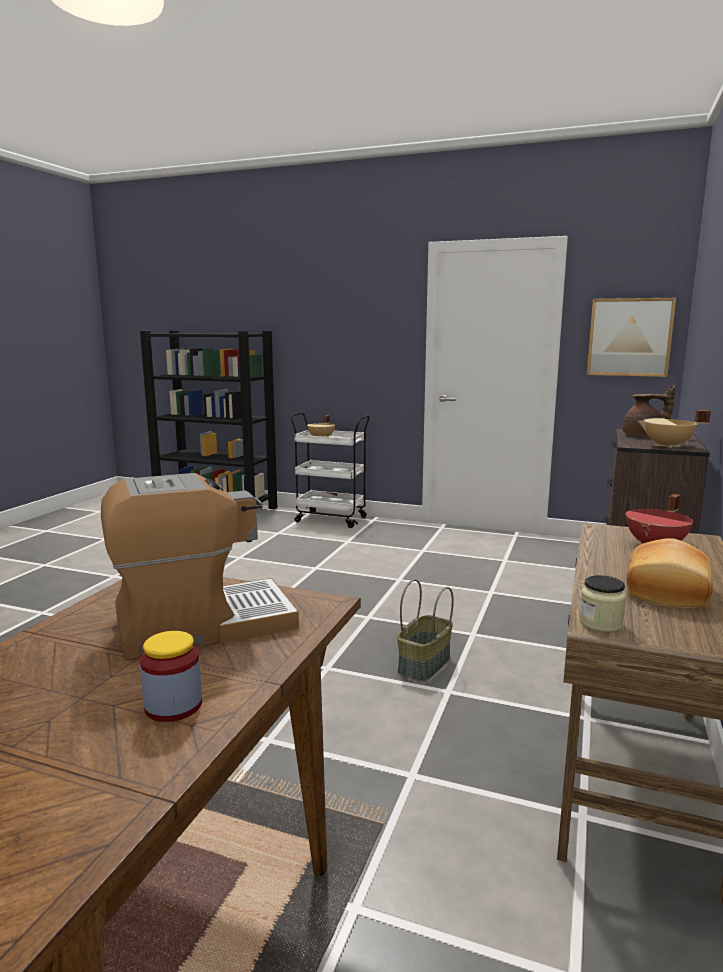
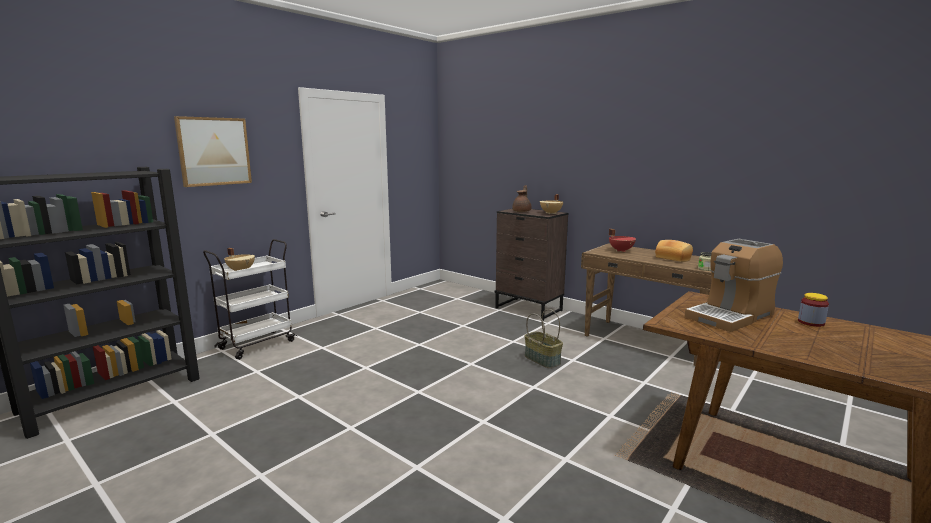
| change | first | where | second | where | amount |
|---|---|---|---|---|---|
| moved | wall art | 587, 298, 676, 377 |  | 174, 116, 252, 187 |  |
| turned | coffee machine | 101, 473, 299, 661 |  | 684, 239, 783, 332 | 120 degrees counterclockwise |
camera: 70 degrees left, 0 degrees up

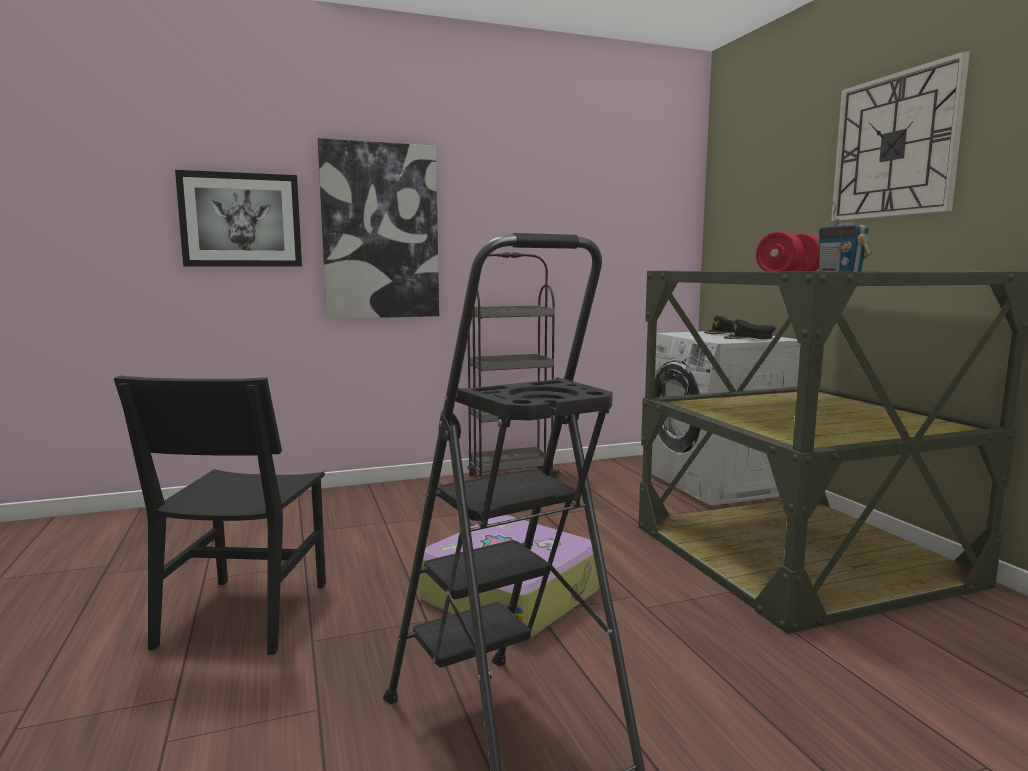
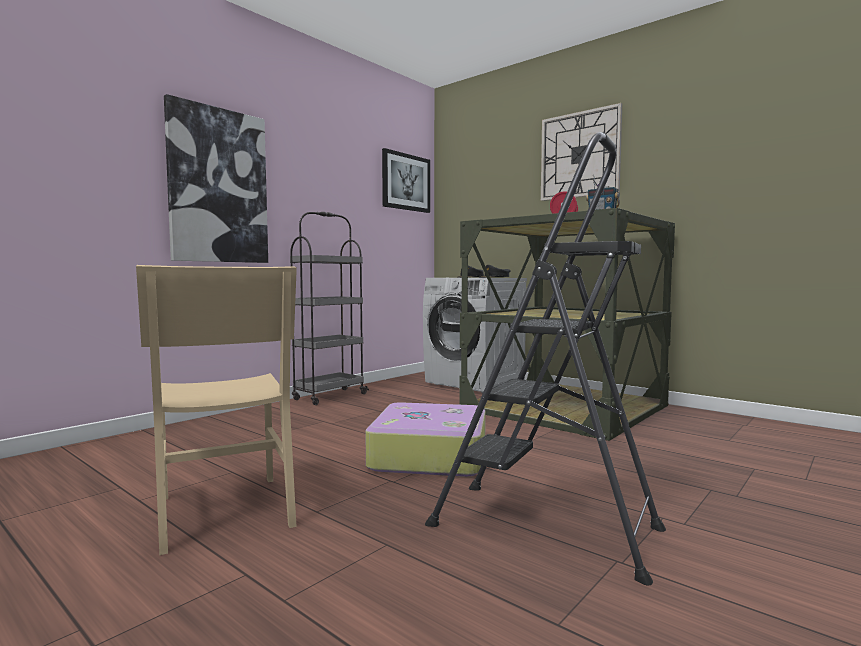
| change | first | where | second | where | amount |
|---|---|---|---|---|---|
| recoloured | blackish plain chair | 114, 376, 326, 655 | beige-coloured plain chair | 136, 265, 297, 555 |  |
| moved | wall art | 175, 170, 302, 267 |  | 382, 148, 430, 213 |  |
camera: 30 degrees left, 5 degrees down

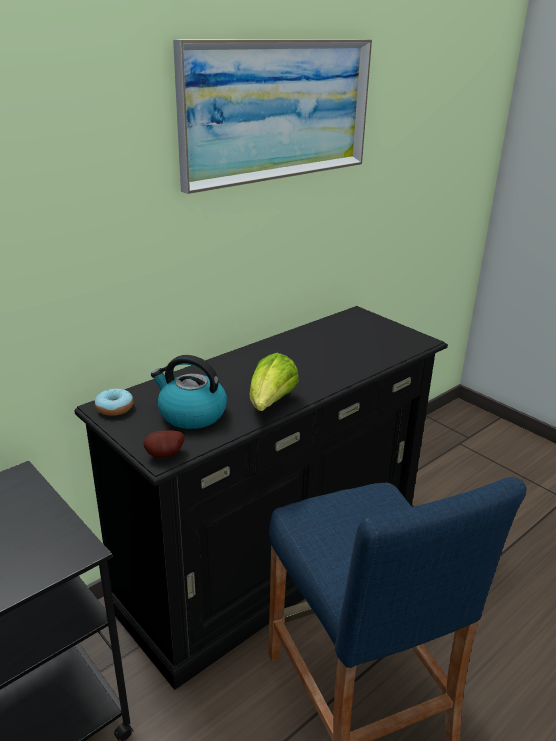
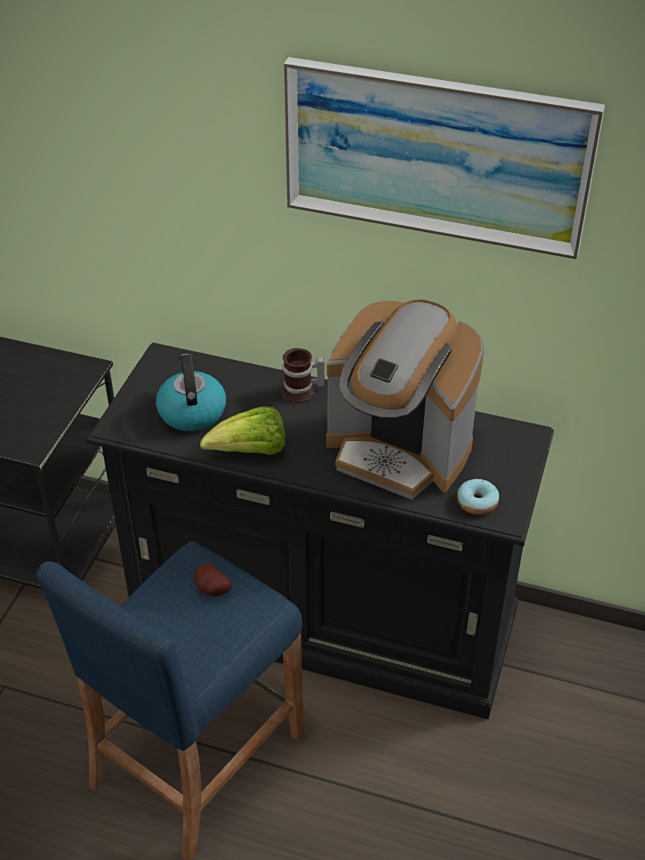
| change | first | where | second | where | amount |
|---|---|---|---|---|---|
| moved | whole potato | 143, 430, 184, 458 |  | 194, 564, 232, 596 |  |
| added |  |  | mug | 281, 348, 325, 403 |  |
| added |  |  | coffee machine | 326, 300, 484, 500 |  |
| moved | ring doughnut | 95, 388, 133, 416 |  | 457, 479, 499, 515 |  |
camera: 60 degrees right, 15 degrees up

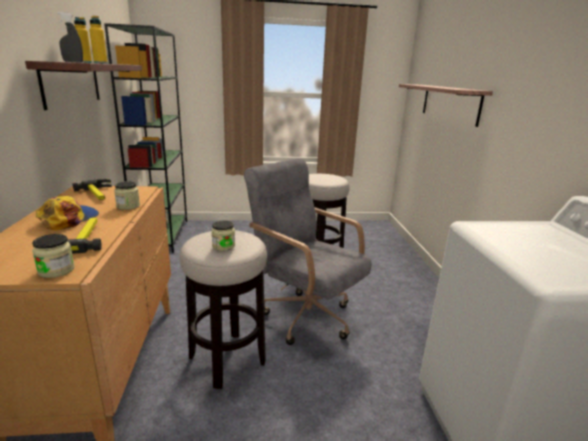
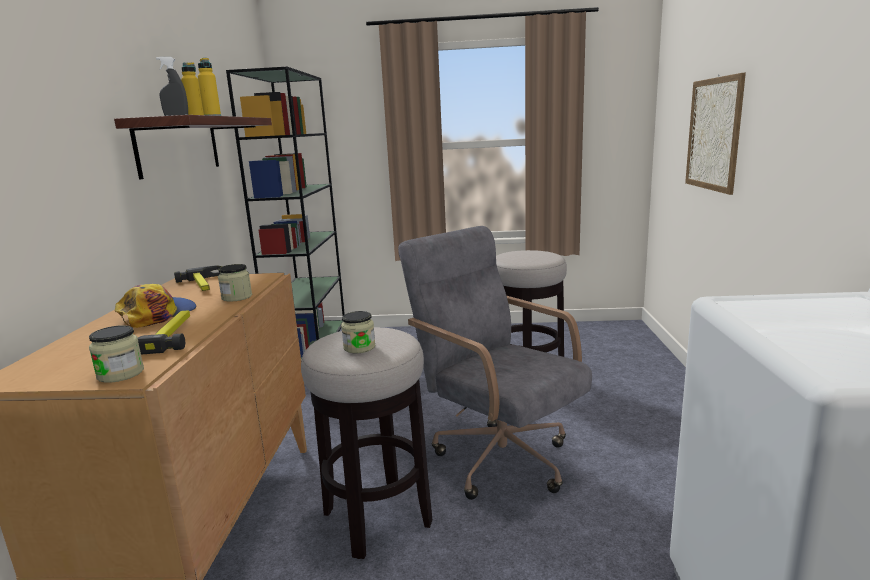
| change | first | where | second | where | amount |
|---|---|---|---|---|---|
| replaced | shelf | 399, 84, 493, 127 | wall art | 685, 73, 746, 195 |  |
camera: 10 degrees right, 5 degrees down

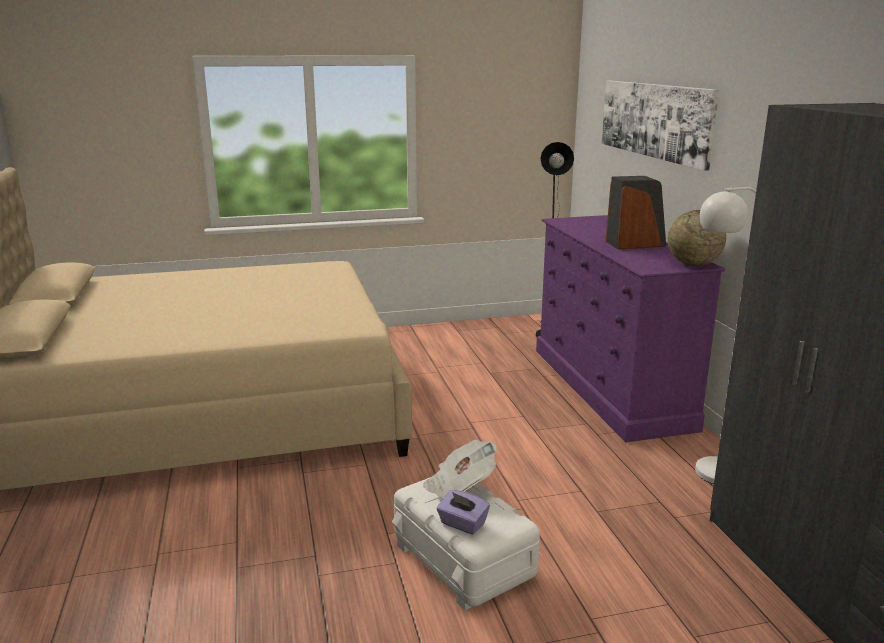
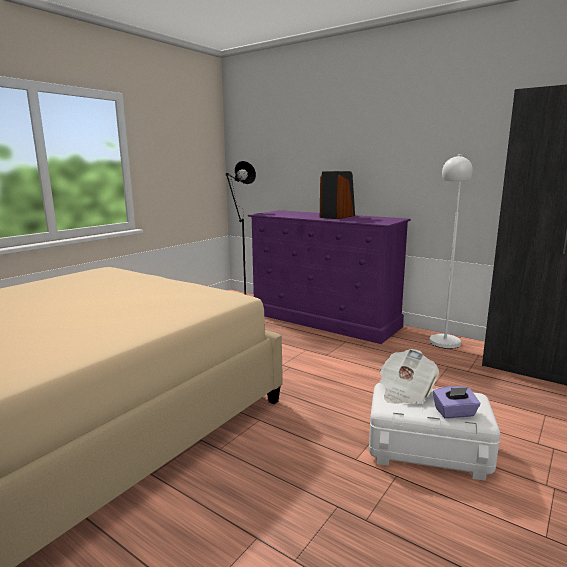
| change | first | where | second | where | amount |
|---|---|---|---|---|---|
| removed | wall art | 602, 80, 719, 171 |  |  |  |
| removed | desk globe | 668, 210, 726, 266 |  |  |  |
camera: 40 degrees left, 5 degrees down

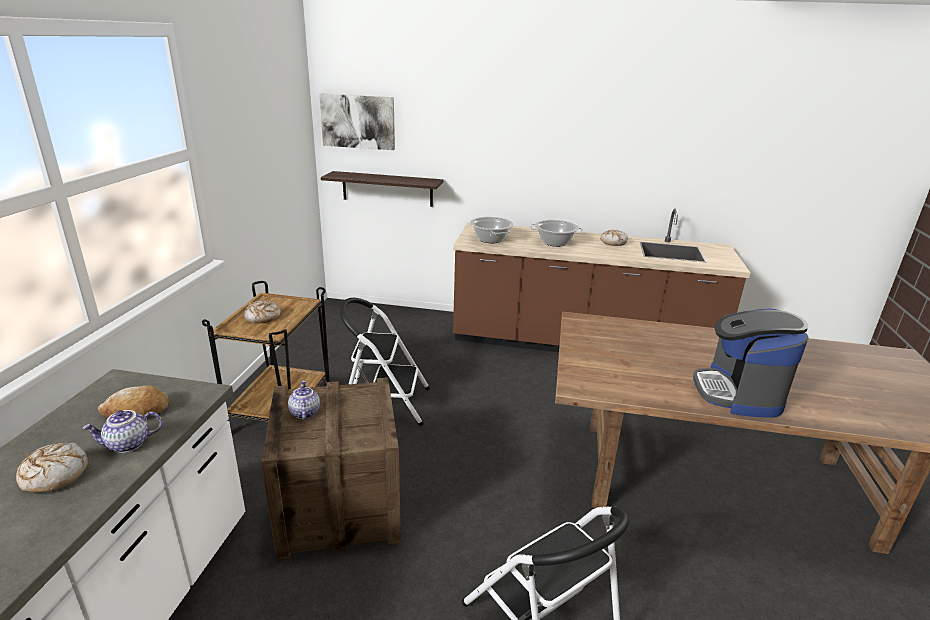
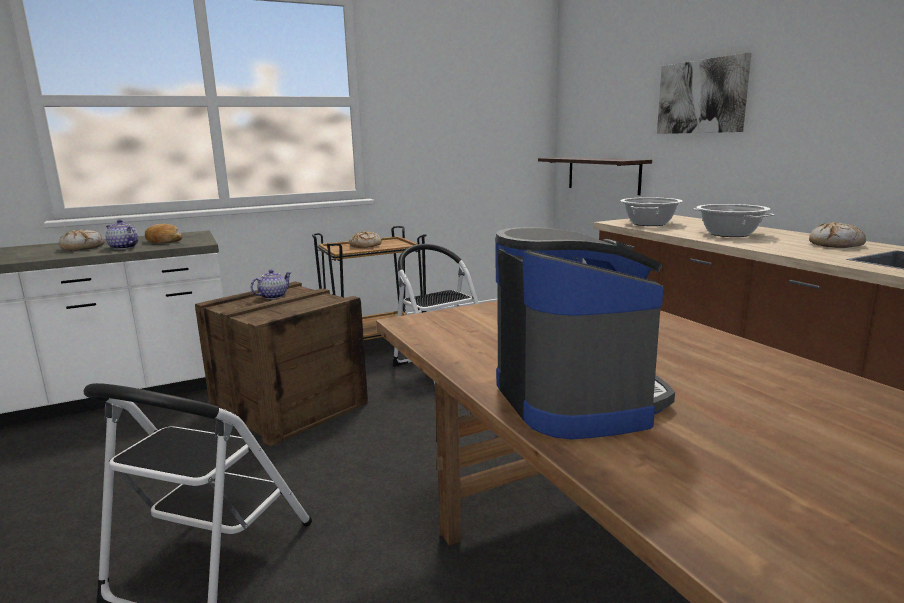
| change | first | where | second | where | amount |
|---|---|---|---|---|---|
| turned | coffee machine | 693, 309, 809, 418 |  | 495, 227, 675, 439 | 105 degrees clockwise |
| moved | wall art | 319, 93, 395, 150 |  | 657, 53, 751, 134 |  |
camera: 55 degrees right, 10 degrees down

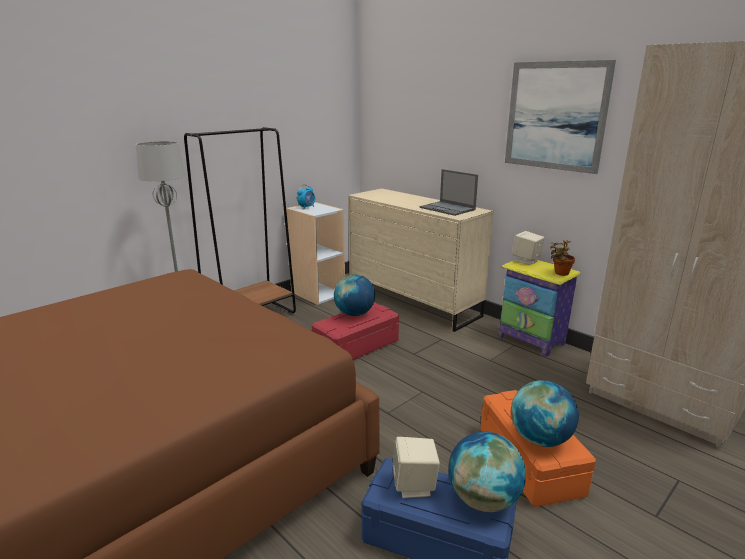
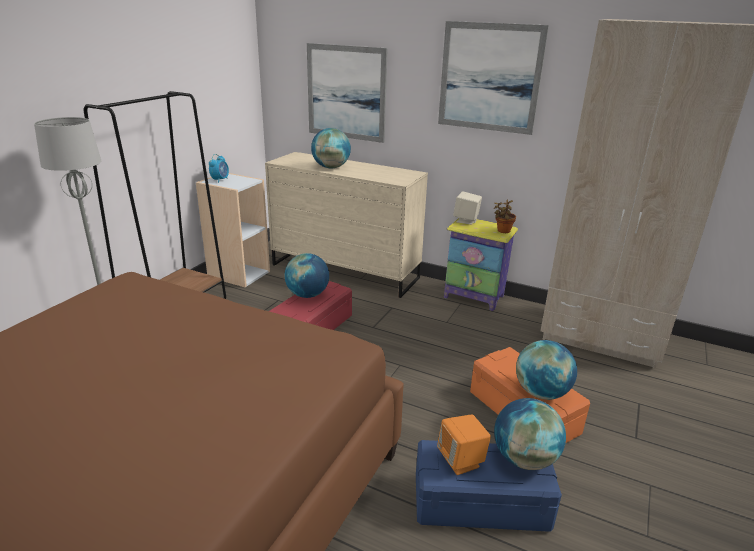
| change | first | where | second | where | amount |
|---|---|---|---|---|---|
| added |  |  | wall art | 307, 43, 388, 143 |  |
| added |  |  | desk globe | 311, 128, 351, 168 |  |
| recoloured | beige-coloured audio speaker | 393, 437, 440, 498 | orange-coloured audio speaker | 437, 414, 491, 475 |  |
| removed | notebook computer | 420, 169, 478, 216 |  |  |  |
camera: 20 degrees left, 5 degrees up

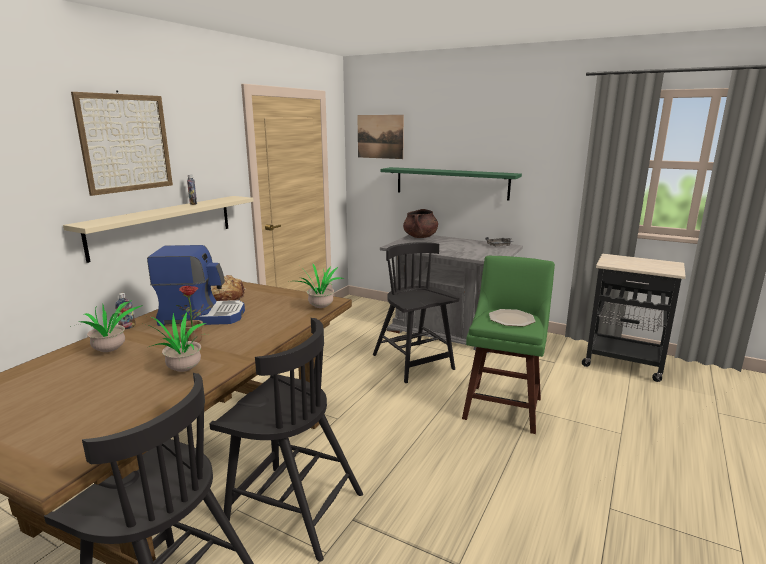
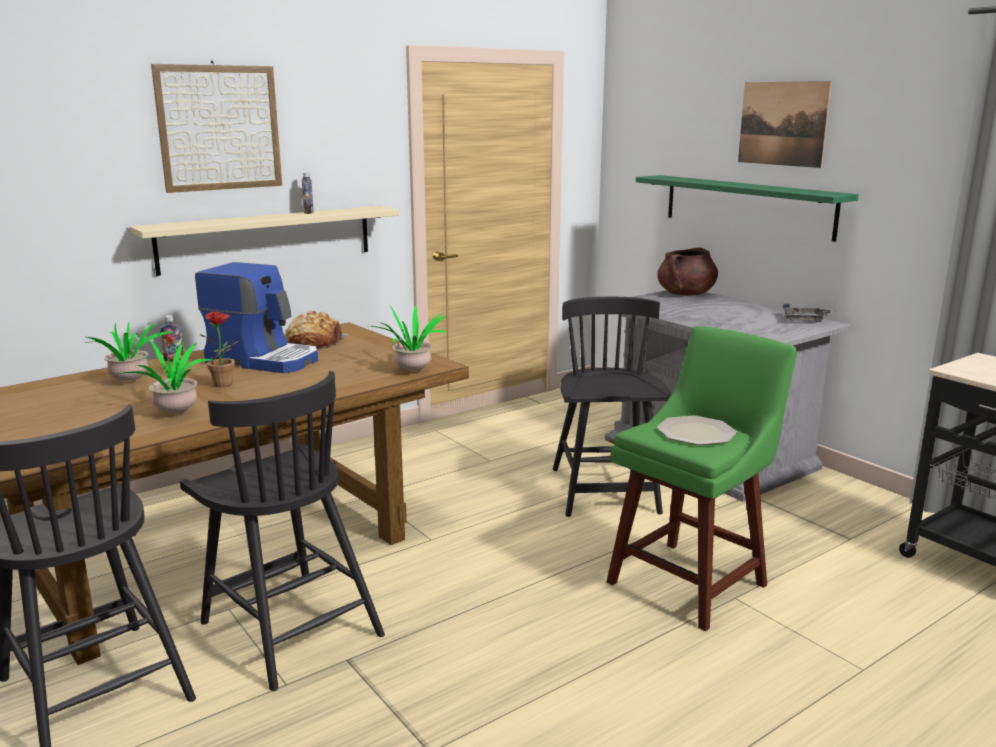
| change | first | where | second | where | amount |
|---|---|---|---|---|---|
| moved | wall art | 357, 115, 404, 159 |  | 738, 81, 832, 168 |  |
camera: 25 degrees right, 0 degrees up

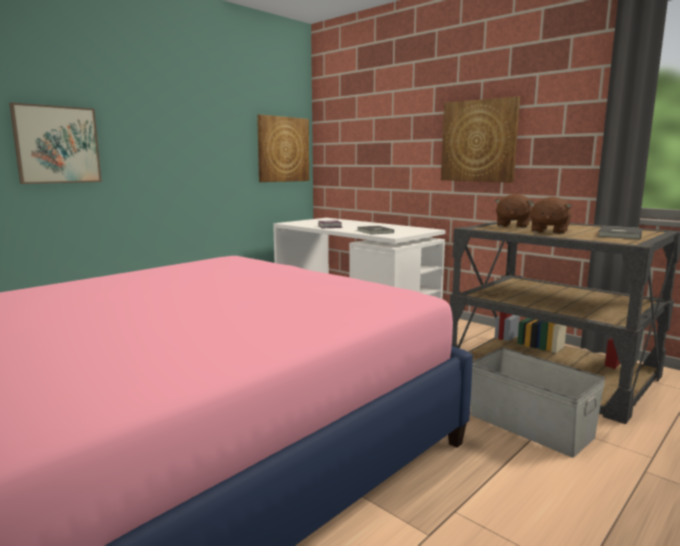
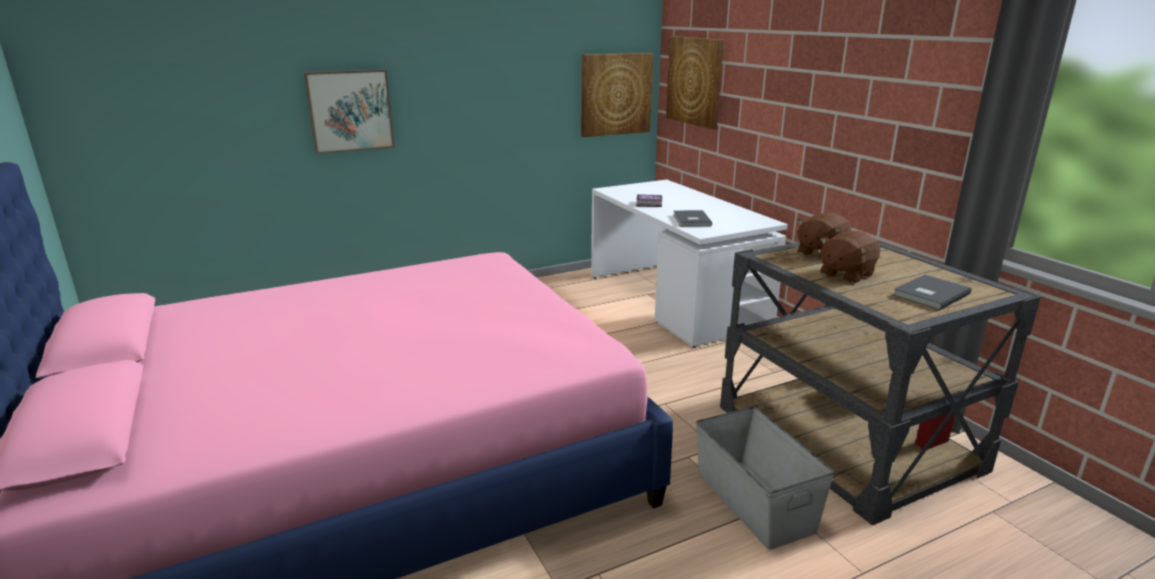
| change | first | where | second | where | amount |
|---|---|---|---|---|---|
| moved | wall art | 441, 97, 520, 183 |  | 666, 36, 724, 129 |  |
camera: 20 degrees right, 10 degrees up

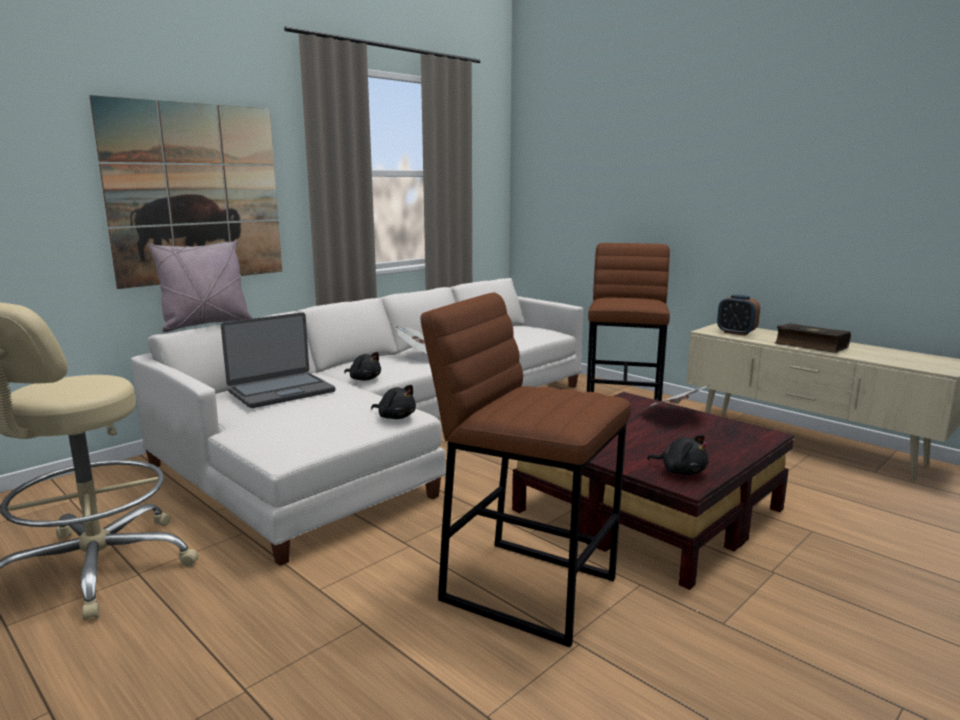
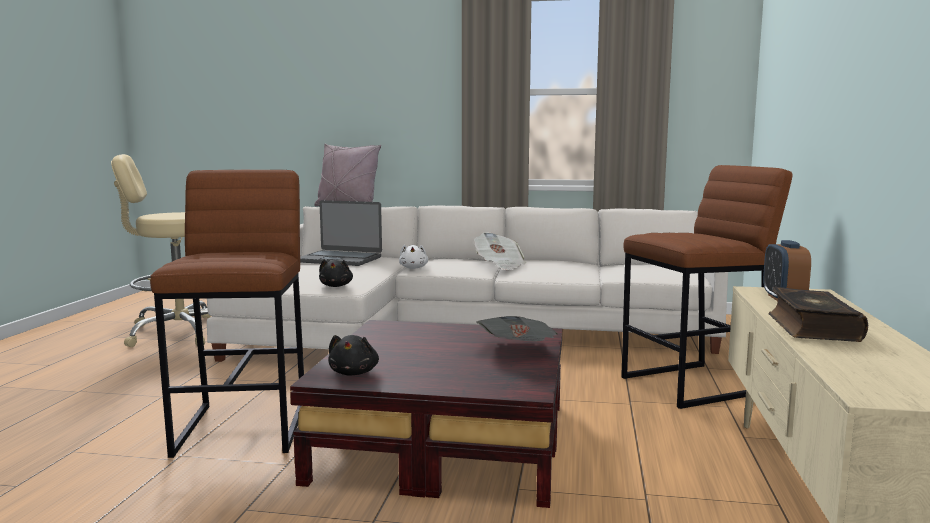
| change | first | where | second | where | amount |
|---|---|---|---|---|---|
| recoloured | blackish cuddly toy | 344, 352, 381, 381 | white-coloured cuddly toy | 399, 244, 428, 269 |  |
| removed | wall art | 89, 95, 282, 289 |  |  |  |
camera: 55 degrees right, 5 degrees down

